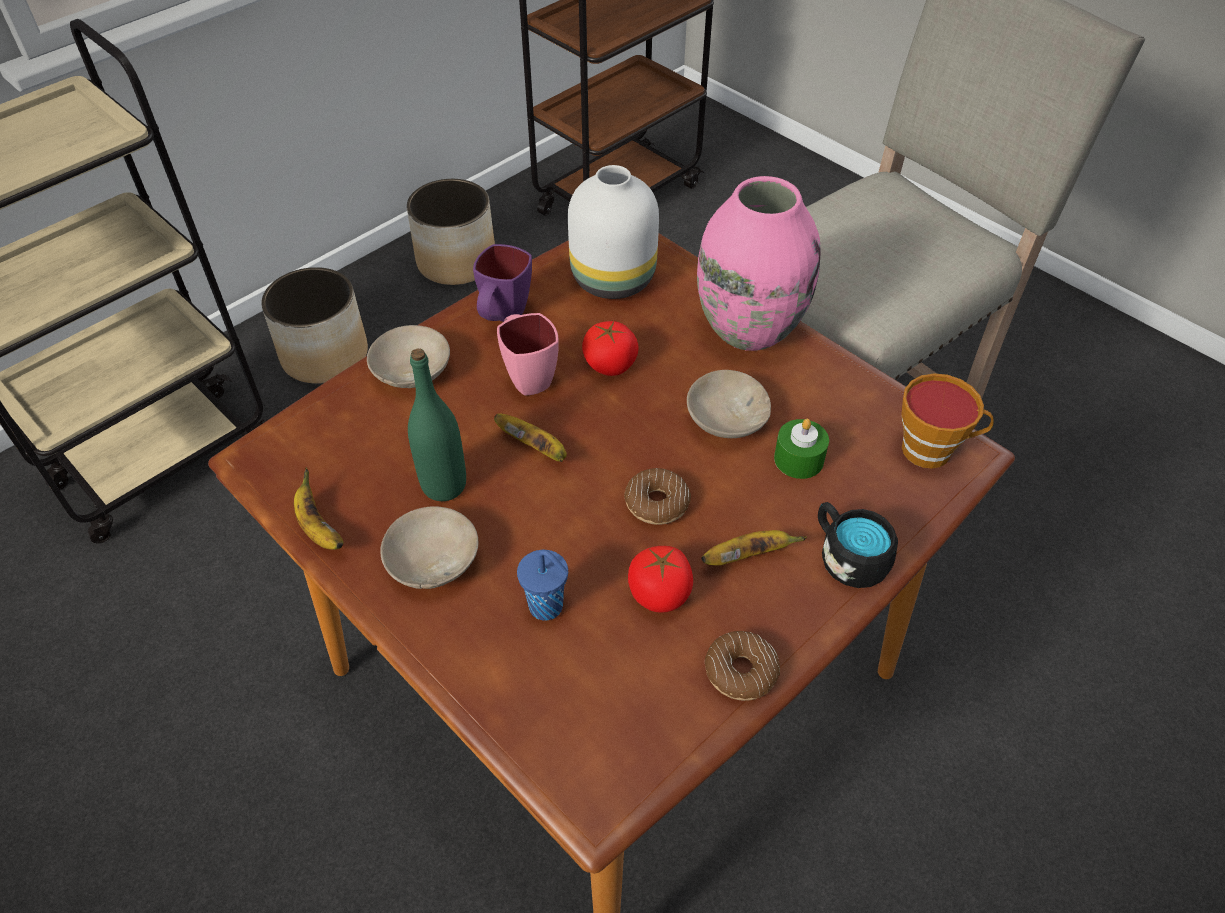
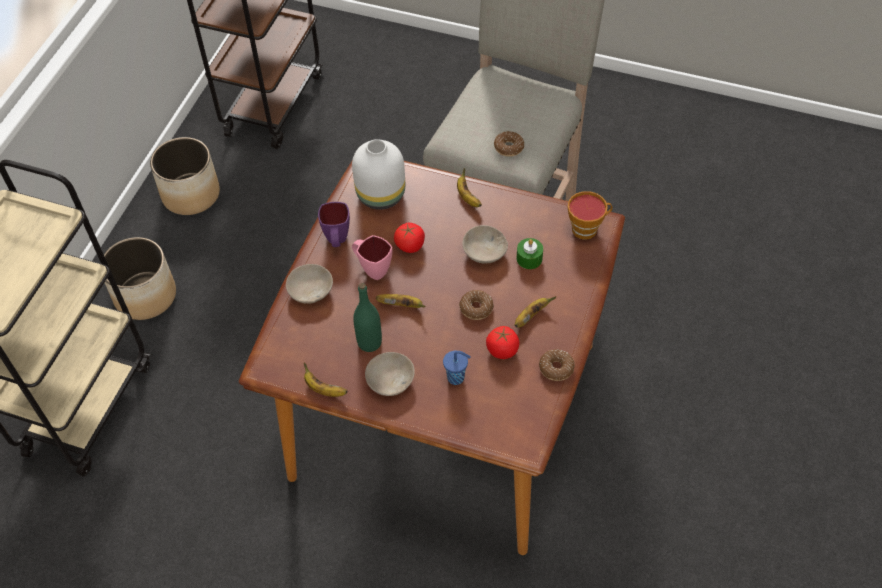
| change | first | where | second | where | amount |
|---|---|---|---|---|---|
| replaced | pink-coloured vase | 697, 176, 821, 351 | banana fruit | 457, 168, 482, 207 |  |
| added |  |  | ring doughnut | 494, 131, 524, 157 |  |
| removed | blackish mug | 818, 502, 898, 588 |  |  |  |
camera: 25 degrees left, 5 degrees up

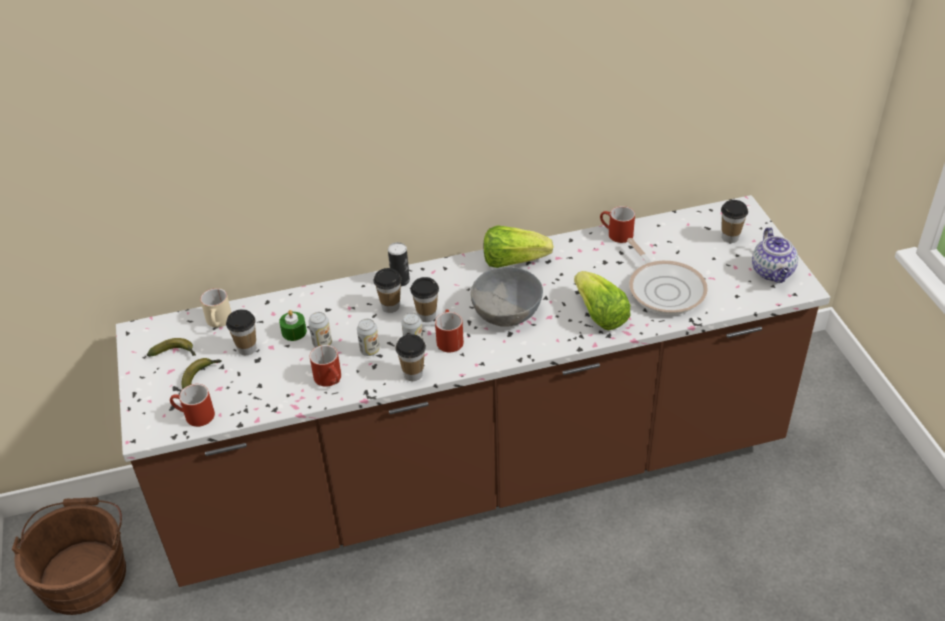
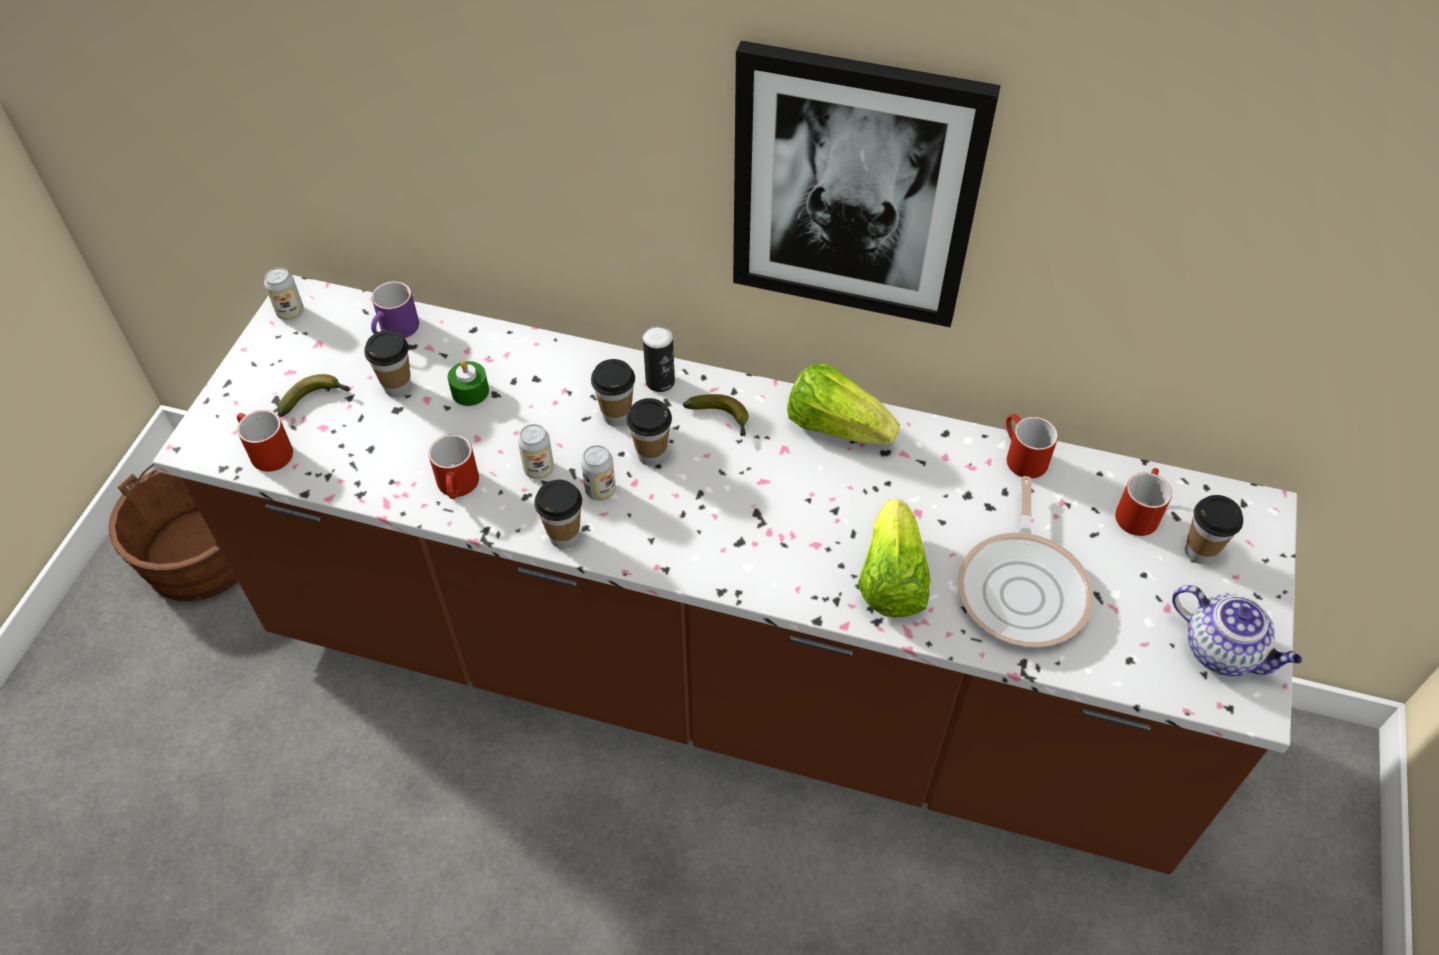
| change | first | where | second | where | amount |
|---|---|---|---|---|---|
| moved | can | 308, 312, 332, 348 |  | 264, 267, 304, 320 |  |
| recoloured | beige-coloured mug | 200, 288, 232, 328 | purple mug | 371, 281, 419, 338 |  |
| moved | banana fruit | 147, 338, 196, 357 |  | 683, 394, 749, 437 |  |
| added |  |  | wall art | 733, 41, 1001, 327 |  |
| moved | reddish mug | 435, 309, 464, 352 |  | 1115, 468, 1172, 536 |  |
| turned | tea pot | 752, 227, 798, 283 |  | 1172, 585, 1302, 677 | 75 degrees counterclockwise |
| removed | grey bowl | 471, 267, 543, 327 |  |  |  |
camera: 30 degrees right, 10 degrees up

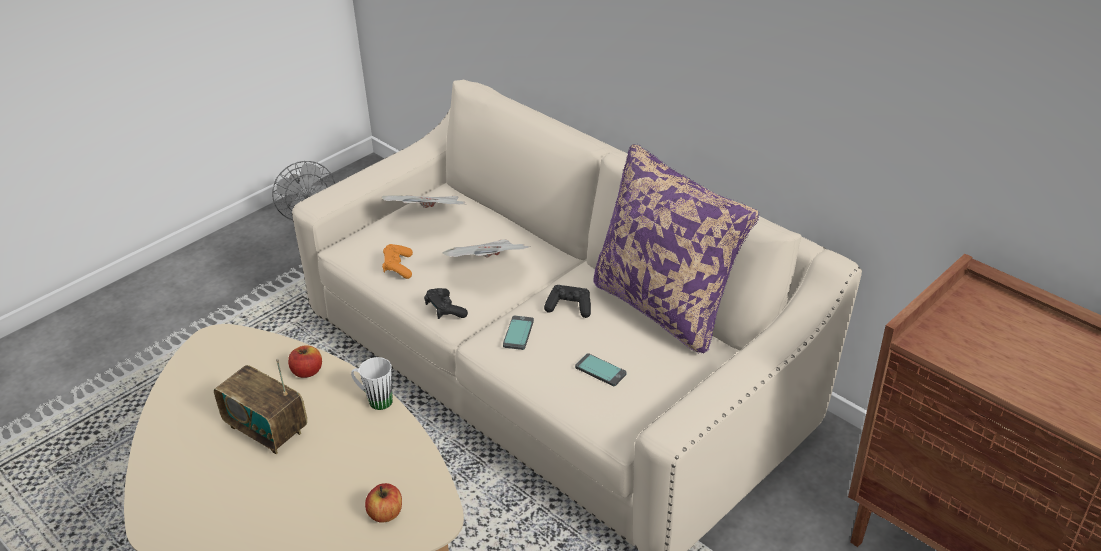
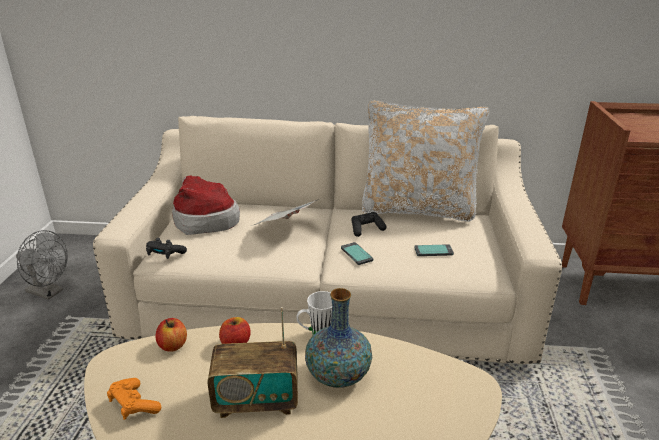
| change | first | where | second | where | amount |
|---|---|---|---|---|---|
| moved | orange-coloured game controller | 382, 244, 413, 279 |  | 107, 378, 161, 420 |  |
| moved | blackish game controller | 424, 288, 468, 319 |  | 146, 238, 187, 259 |  |
| moved | whole apple | 365, 483, 402, 523 |  | 156, 318, 187, 352 |  |
| replaced | newspaper | 382, 195, 467, 208 | clothing hat | 172, 175, 240, 235 |  |
| added |  |  | vase | 305, 288, 372, 388 |  |
| recoloured | purple cushion | 593, 144, 759, 354 | white-coloured cushion | 362, 100, 490, 222 |  |
camera: 40 degrees left, 10 degrees down

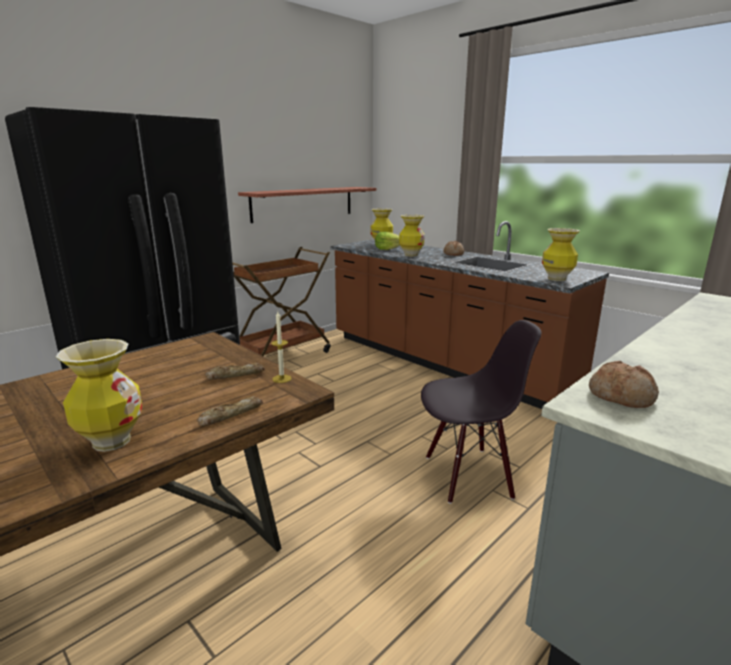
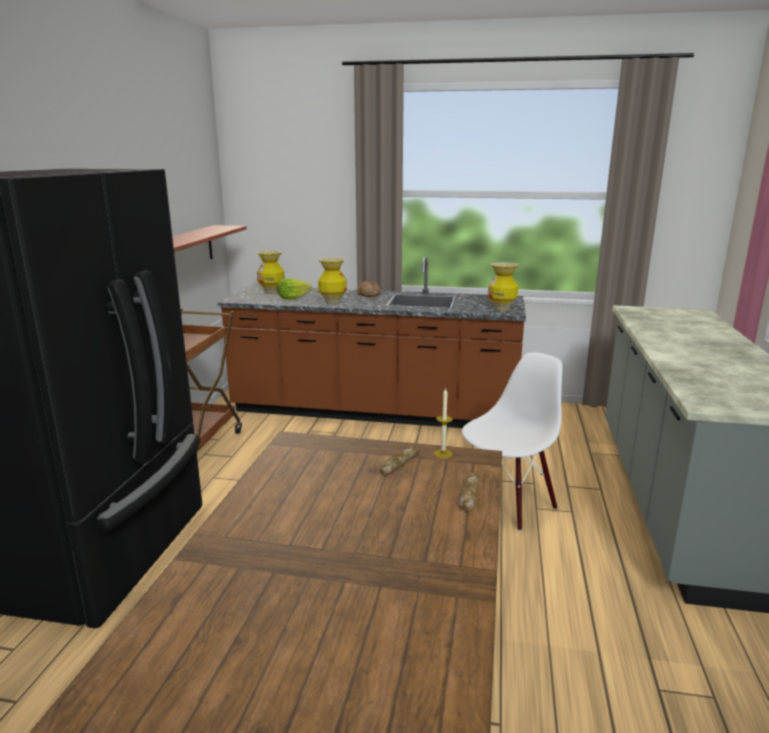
| change | first | where | second | where | amount |
|---|---|---|---|---|---|
| recoloured | blackish plain chair | 421, 320, 541, 504 | white-coloured plain chair | 462, 352, 563, 531 |  |
| removed | vase | 56, 339, 142, 452 |  |  |  |
| removed | baked bread | 589, 361, 659, 408 |  |  |  |
camera: 35 degrees left, 0 degrees up

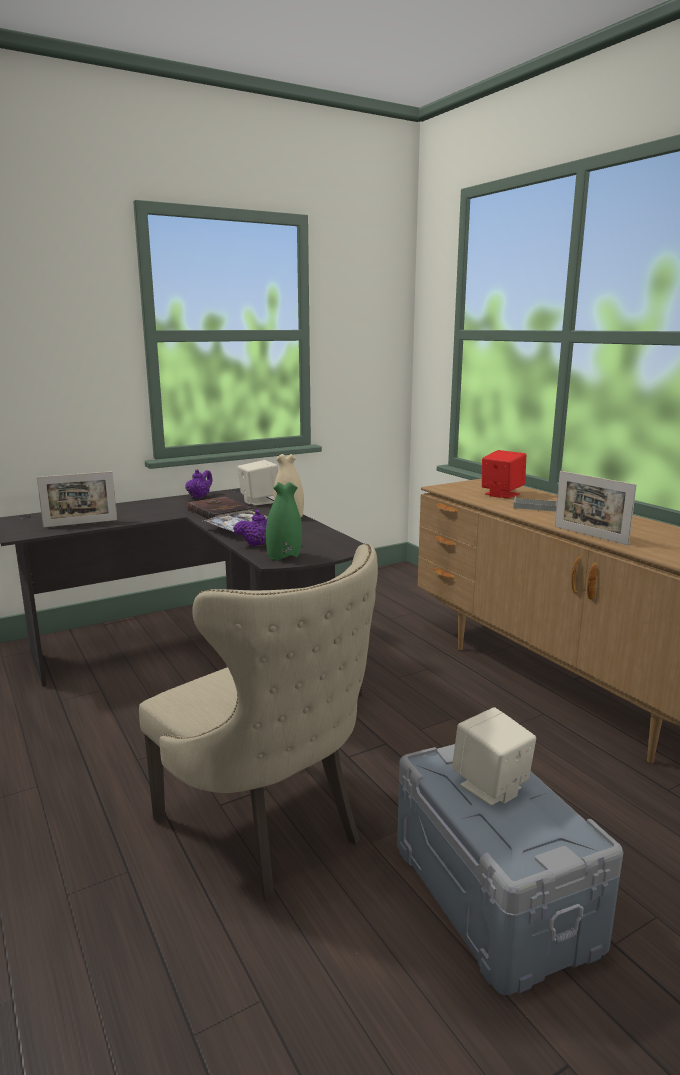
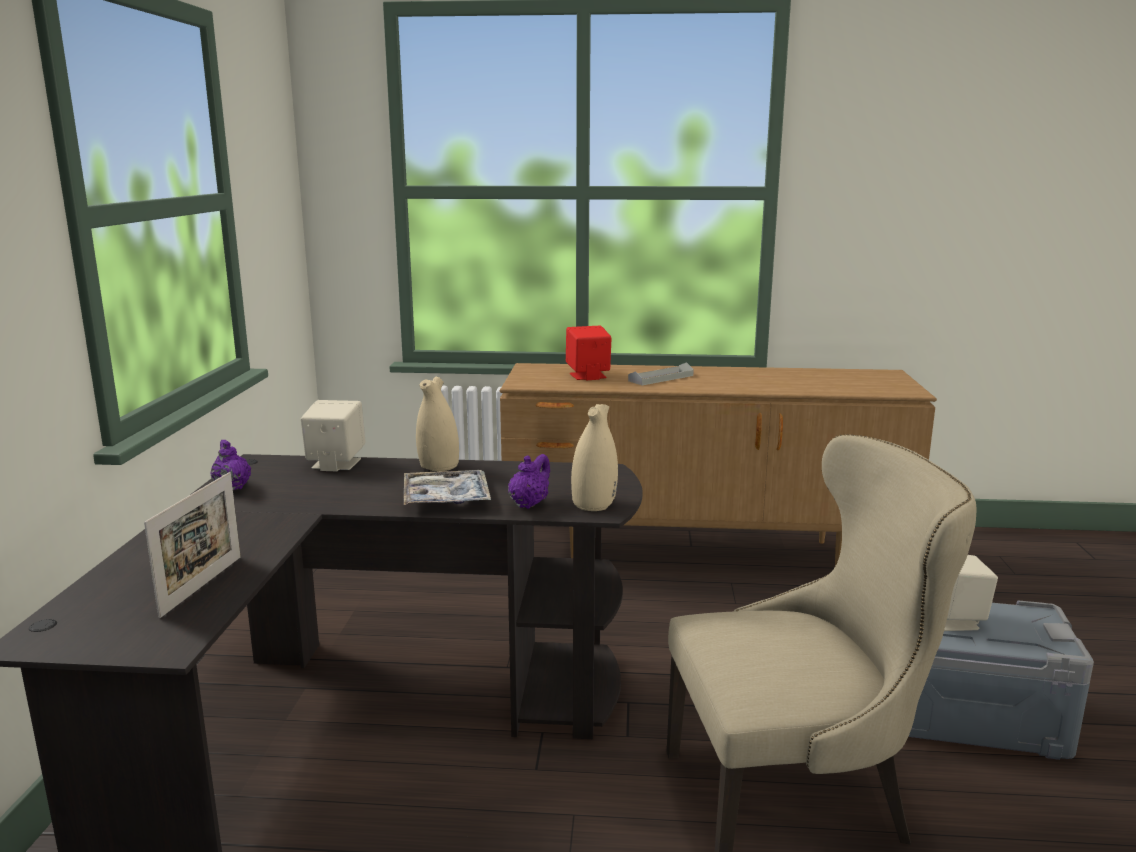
| change | first | where | second | where | amount |
|---|---|---|---|---|---|
| recoloured | green vase | 266, 482, 302, 561 | beige-coloured vase | 571, 404, 618, 511 |  |
| removed | brownish volume | 187, 497, 253, 519 |  |  |  |
| removed | photo frame | 555, 471, 637, 545 |  |  |  |
camera: 55 degrees left, 0 degrees up

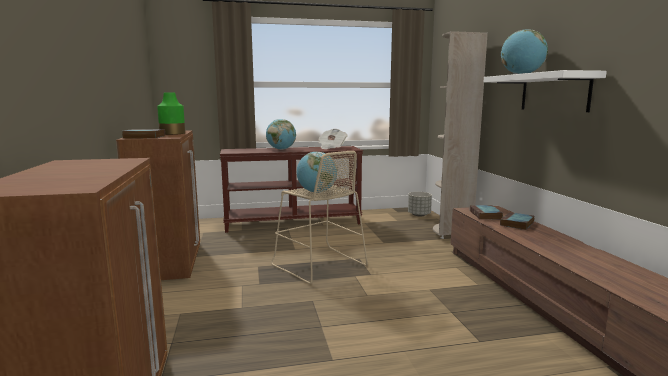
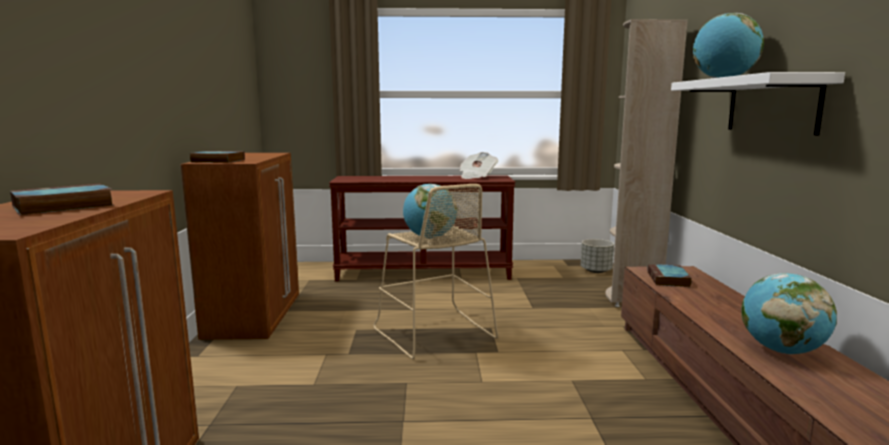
| change | first | where | second | where | amount |
|---|---|---|---|---|---|
| moved | volume | 500, 212, 534, 230 |  | 10, 184, 114, 215 |  |
| moved | desk globe | 266, 119, 296, 150 |  | 741, 273, 837, 354 |  |
| removed | green vase | 157, 92, 185, 135 |  |  |  |
camera: 10 degrees right, 0 degrees up

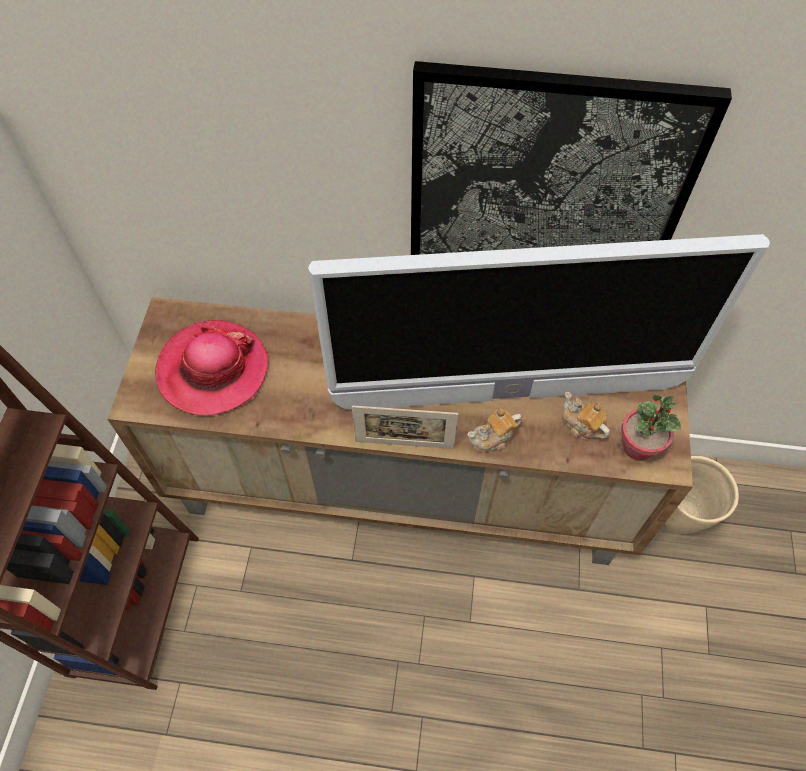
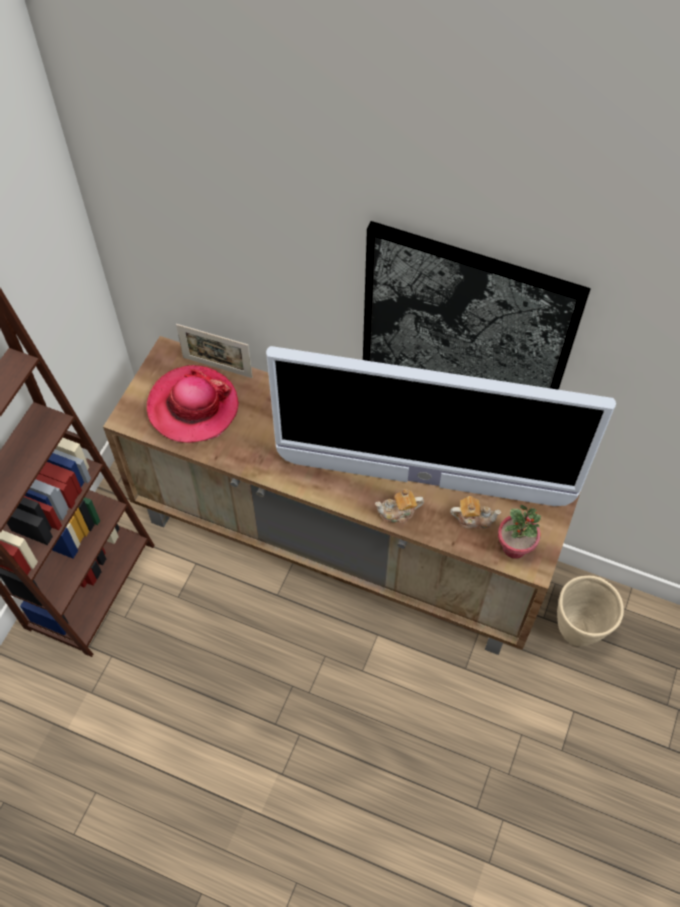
| change | first | where | second | where | amount |
|---|---|---|---|---|---|
| moved | photo frame | 352, 405, 459, 449 |  | 176, 324, 252, 378 |  |
| turned | tea pot | 561, 392, 610, 440 |  | 450, 496, 501, 529 | 120 degrees clockwise |
camera: 15 degrees right, 0 degrees up

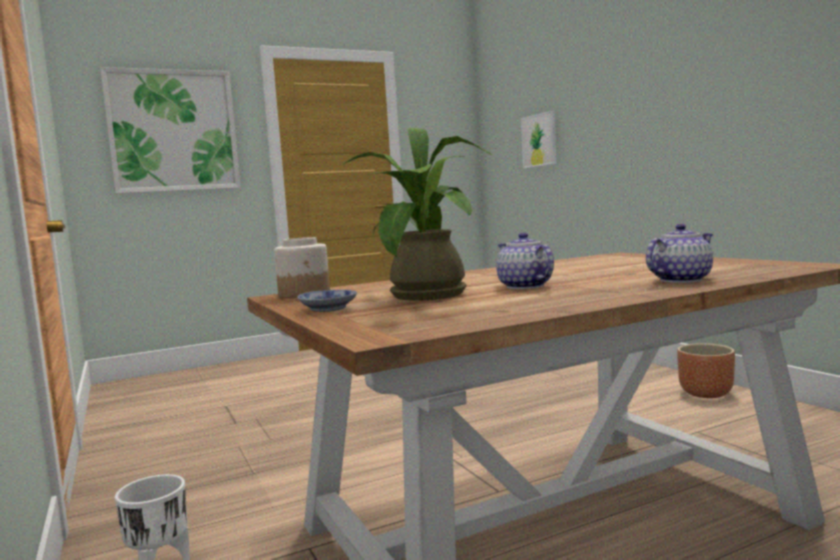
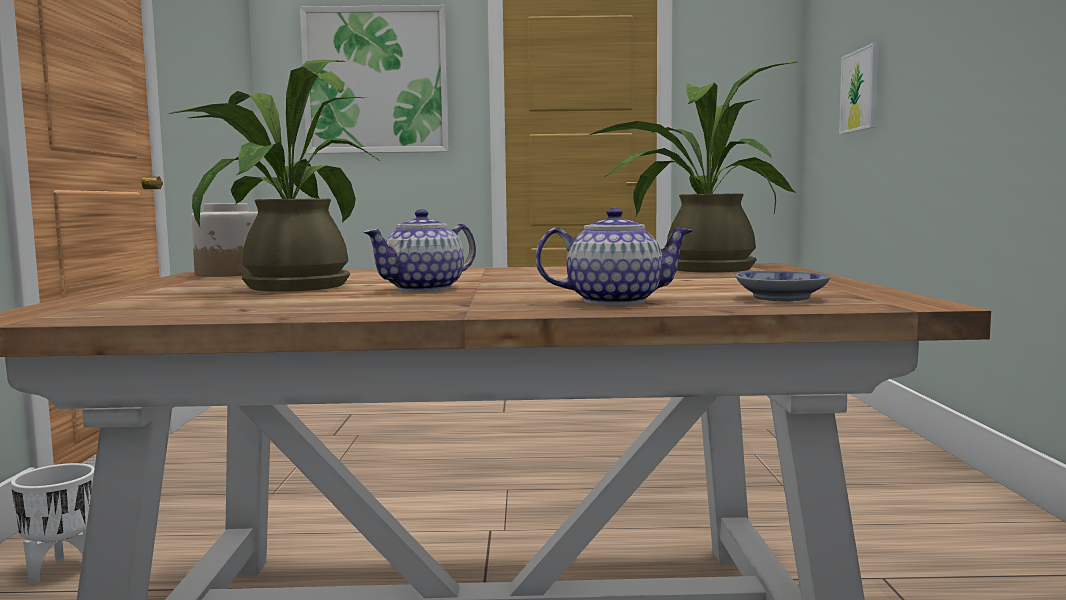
| change | first | where | second | where | amount |
|---|---|---|---|---|---|
| turned | tea pot | 496, 232, 554, 289 |  | 363, 209, 476, 292 | 135 degrees counterclockwise |
| added |  |  | potted plant | 587, 62, 797, 273 |  |
| moved | bowl | 297, 290, 357, 312 |  | 735, 270, 831, 301 |  |
| removed | brownish flower pot | 677, 343, 735, 398 |  |  |  |
camera: 25 degrees right, 0 degrees up

